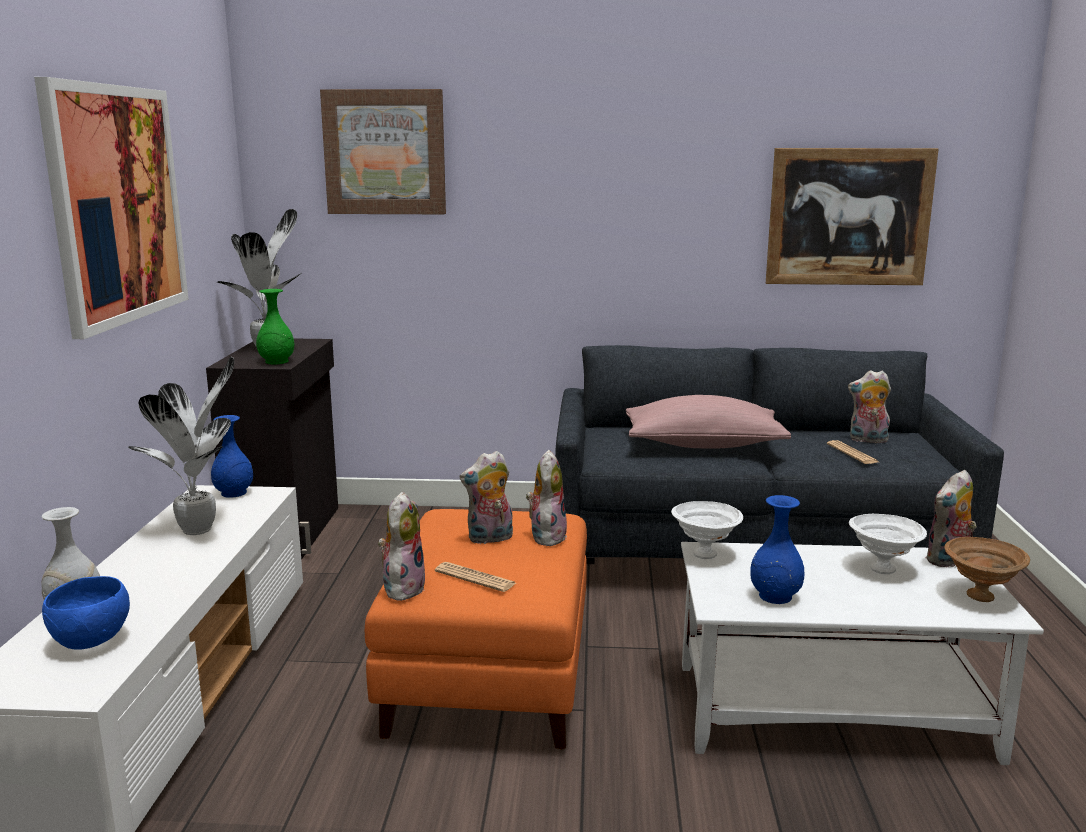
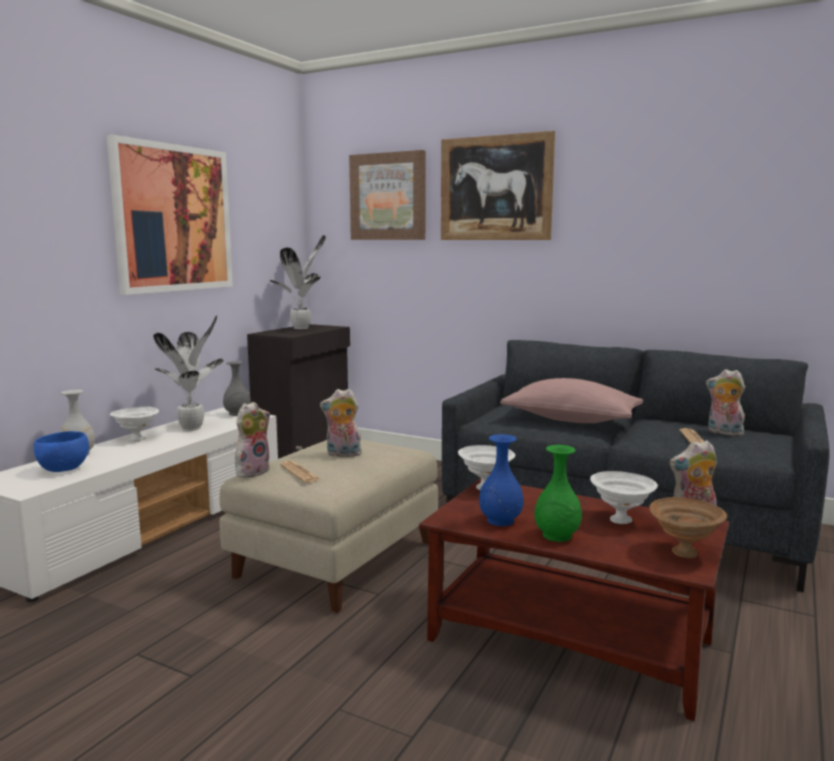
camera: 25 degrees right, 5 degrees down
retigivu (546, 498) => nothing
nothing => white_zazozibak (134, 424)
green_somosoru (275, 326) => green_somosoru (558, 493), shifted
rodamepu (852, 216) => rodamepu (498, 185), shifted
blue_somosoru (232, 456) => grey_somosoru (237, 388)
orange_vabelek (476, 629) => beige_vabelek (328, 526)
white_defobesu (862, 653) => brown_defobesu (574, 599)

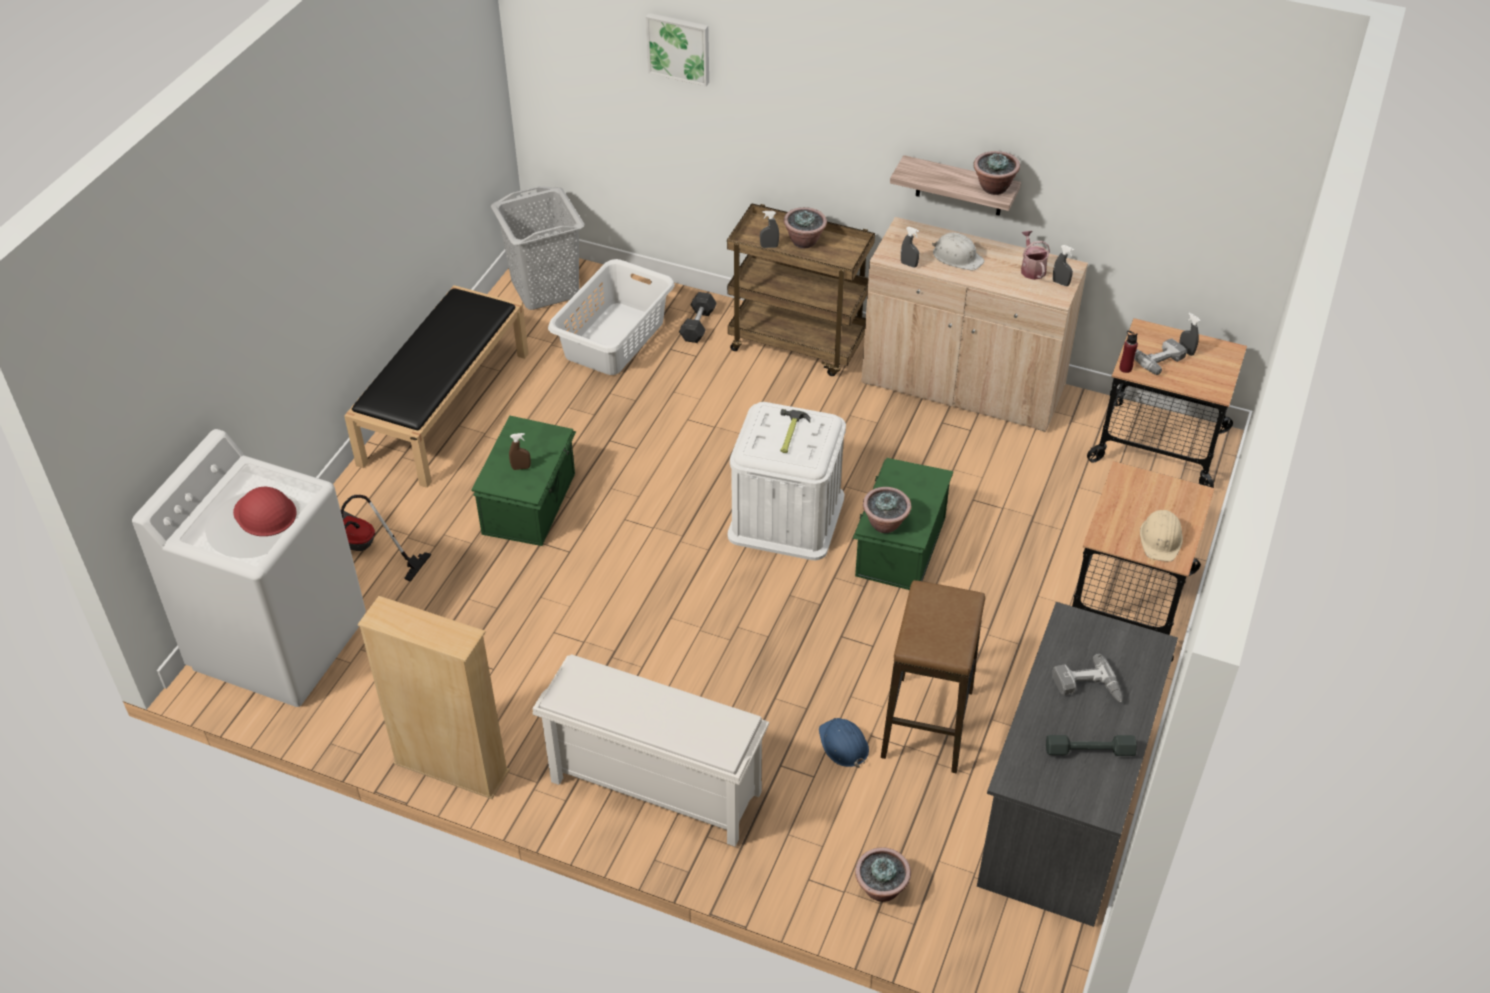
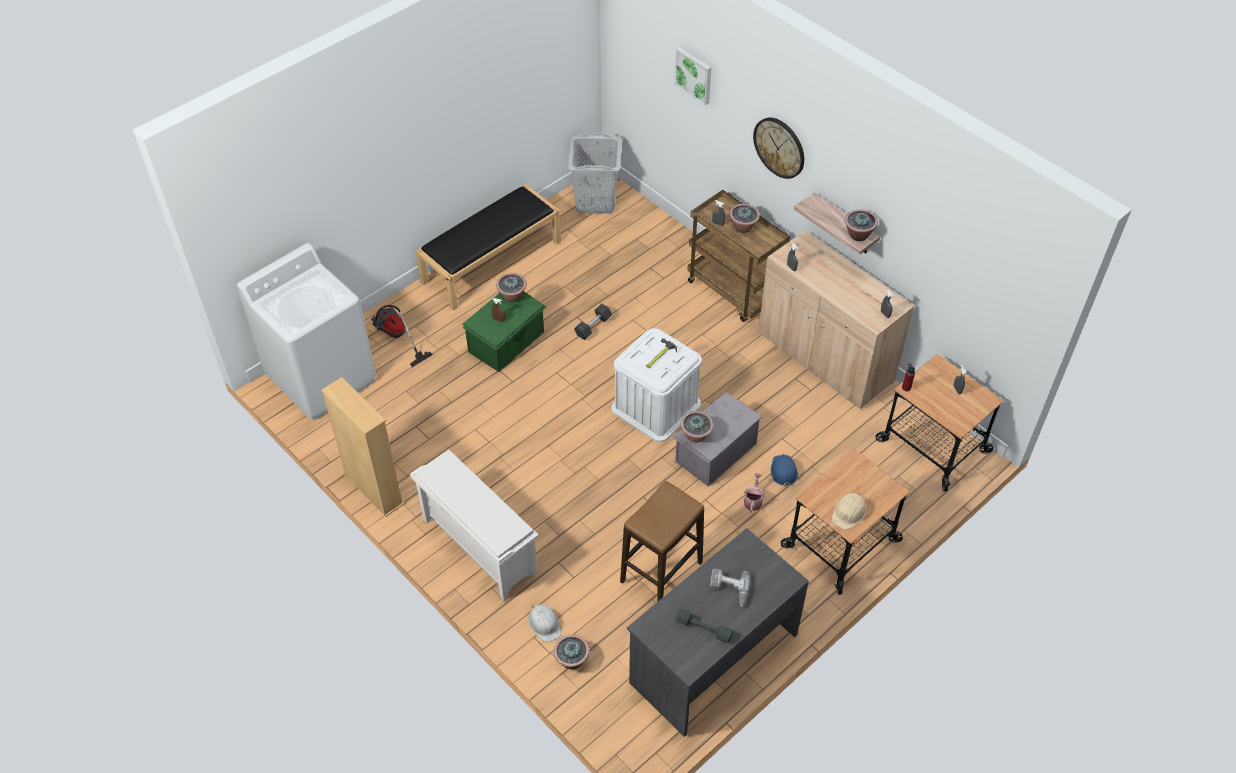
camera: 25 degrees right, 5 degrees up
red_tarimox (265, 511) => nothing
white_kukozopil (611, 317) => nothing
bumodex (1160, 356) => nothing
nothing => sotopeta (511, 287)
nothing => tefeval (778, 148)
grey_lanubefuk (698, 317) => grey_lanubefuk (593, 322), shifted
blue_tarimox (844, 743) => blue_tarimox (784, 470), shifted
white_tarimox (958, 251) => white_tarimox (544, 624), shifted
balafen (1035, 255) => balafen (754, 493), shifted
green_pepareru (902, 524) => grey_pepareru (717, 439)

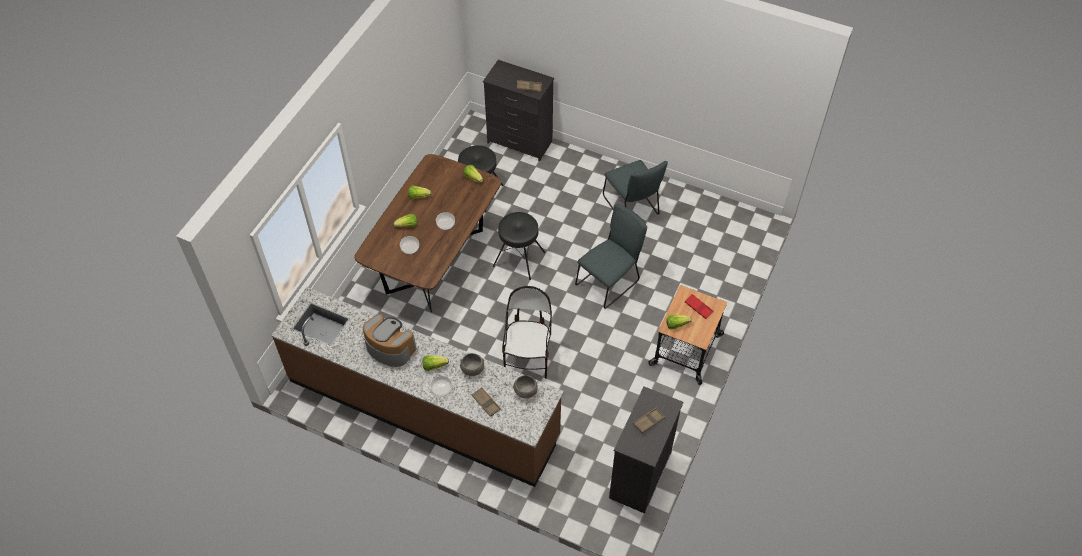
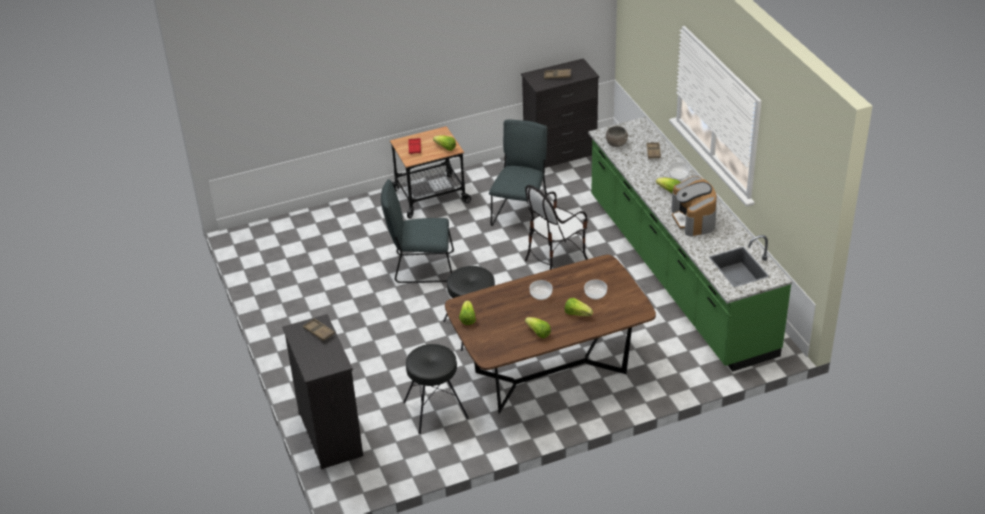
camera: 135 degrees left, 15 degrees down
grey_zazozibak (472, 364) => nothing
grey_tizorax (635, 187) => grey_tizorax (518, 176), shifted
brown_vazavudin (417, 387) => green_vazavudin (690, 244)

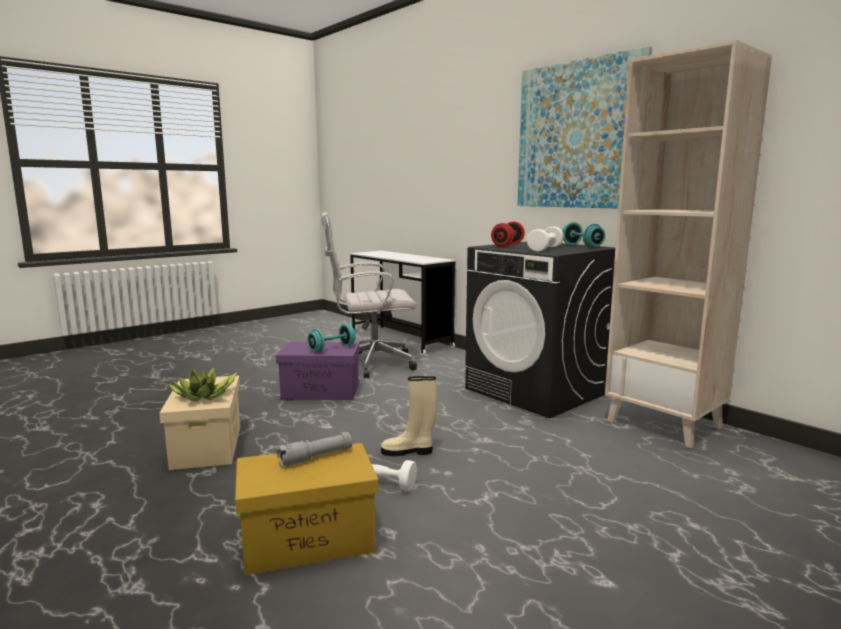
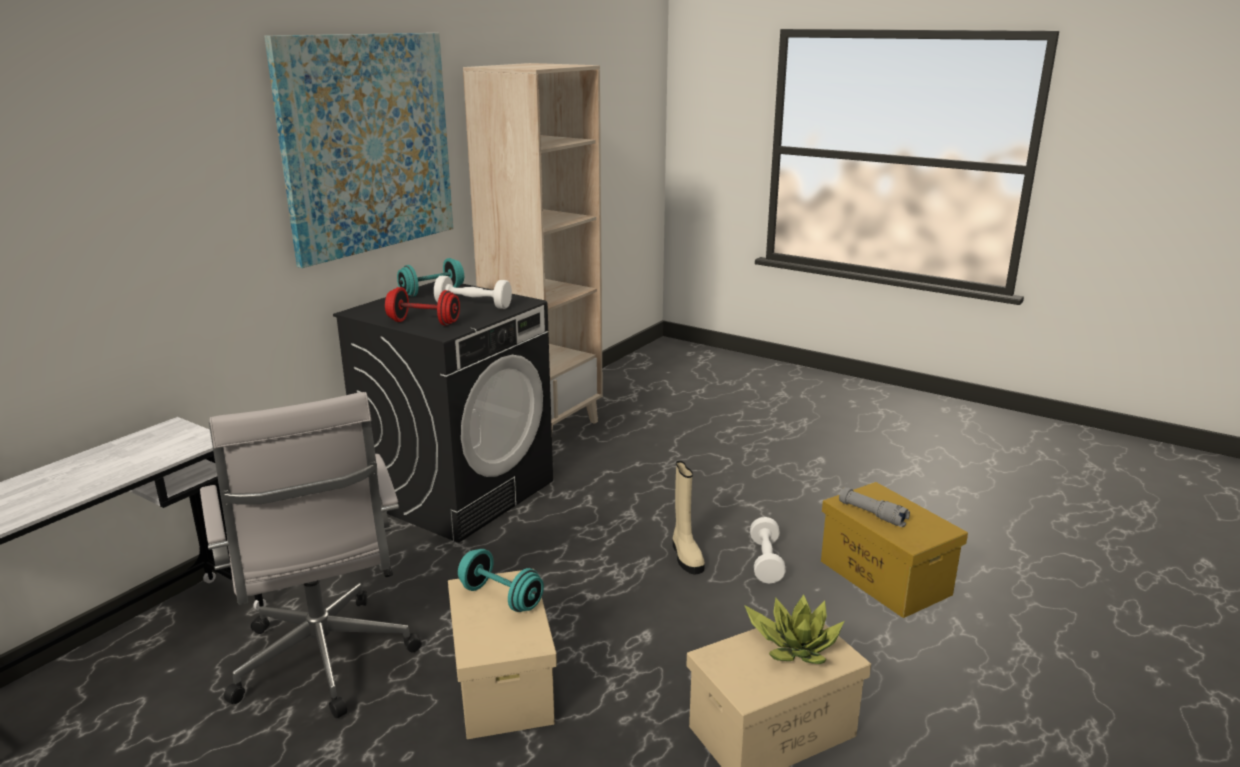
camera: 105 degrees left, 10 degrees up
purple_pepareru (318, 371) => beige_pepareru (502, 654)

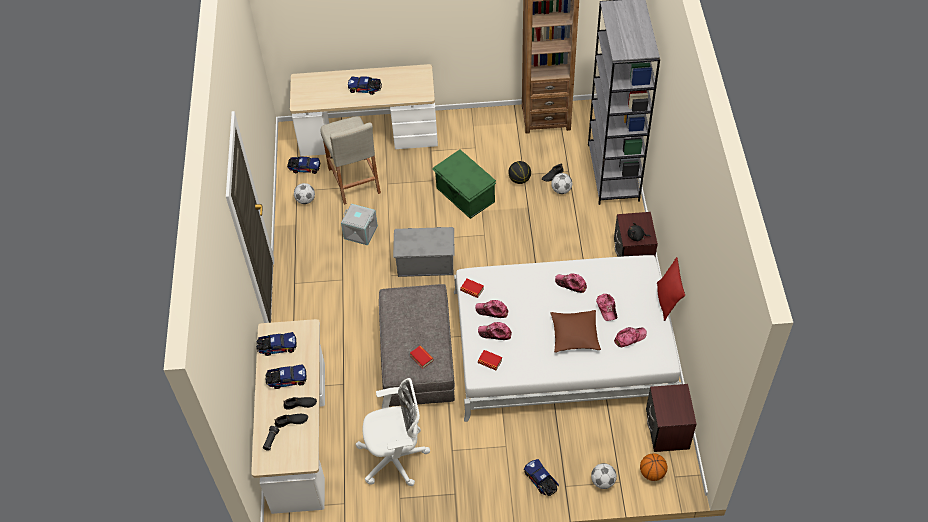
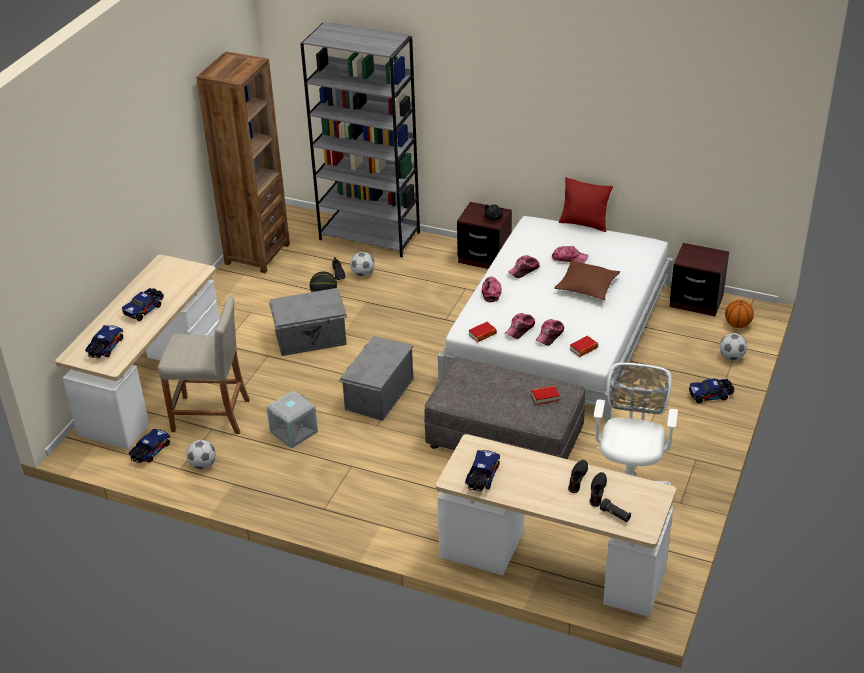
camera: 65 degrees left, 15 degrees down
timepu (285, 376) => timepu (104, 341), shifted
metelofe (630, 337) => metelofe (492, 289), shifted
green_pepareru (464, 184) => grey_pepareru (308, 322)

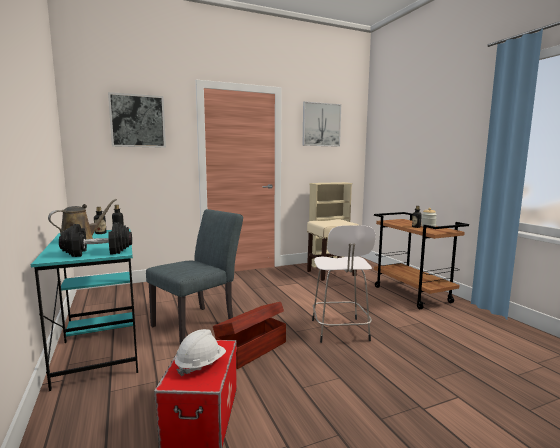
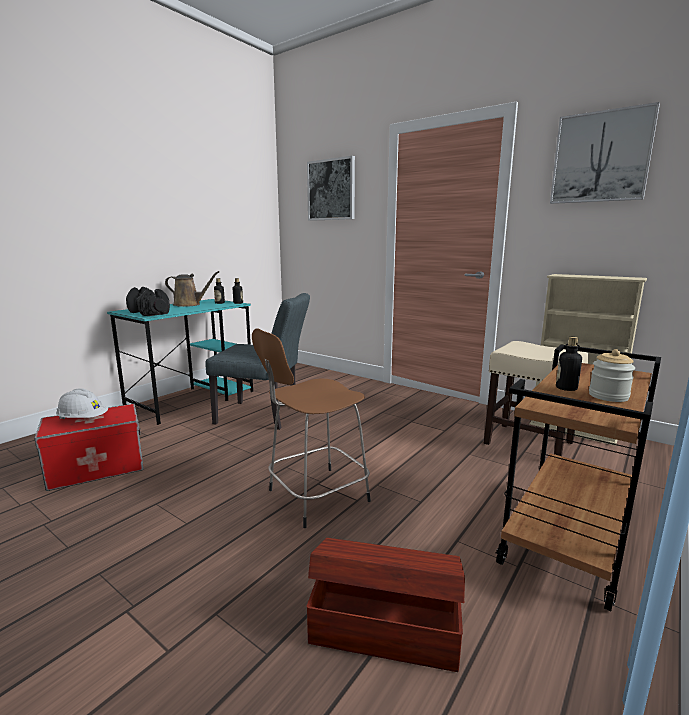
camera: 60 degrees right, 5 degrees up
brown_pepareru (249, 335) => brown_pepareru (385, 605), shifted
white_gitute (344, 284) => brown_gitute (311, 428)

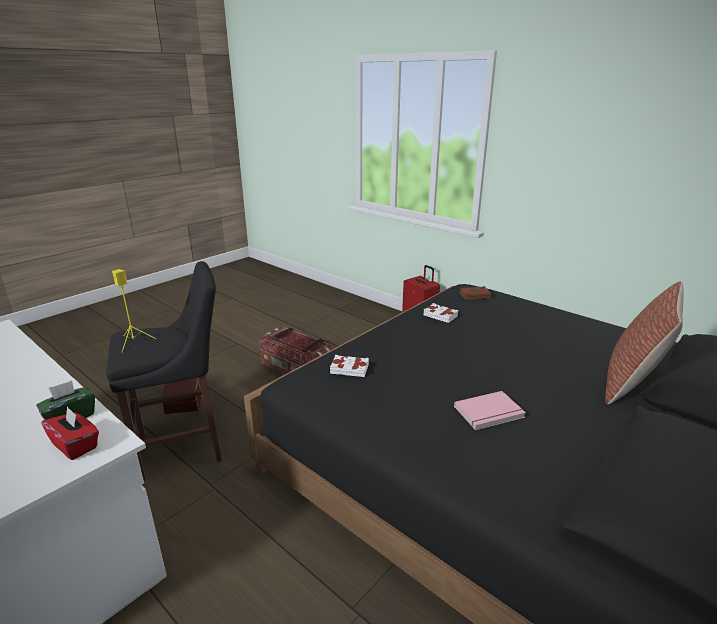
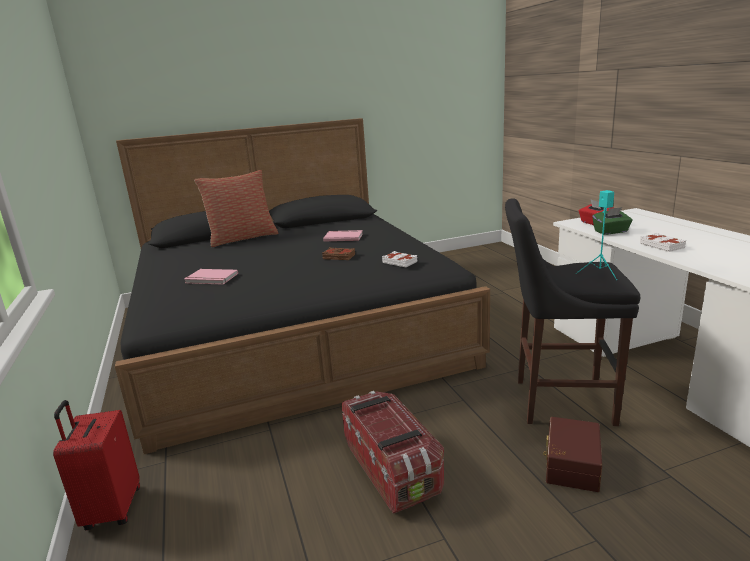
camera: 150 degrees left, 5 degrees down
nothing => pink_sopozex (211, 277)
white_sopozex (440, 313) => white_sopozex (663, 242), shifted
brown_sopozex (476, 293) => brown_sopozex (338, 253), shifted
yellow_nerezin (134, 311) => turquoise_nerezin (596, 235)

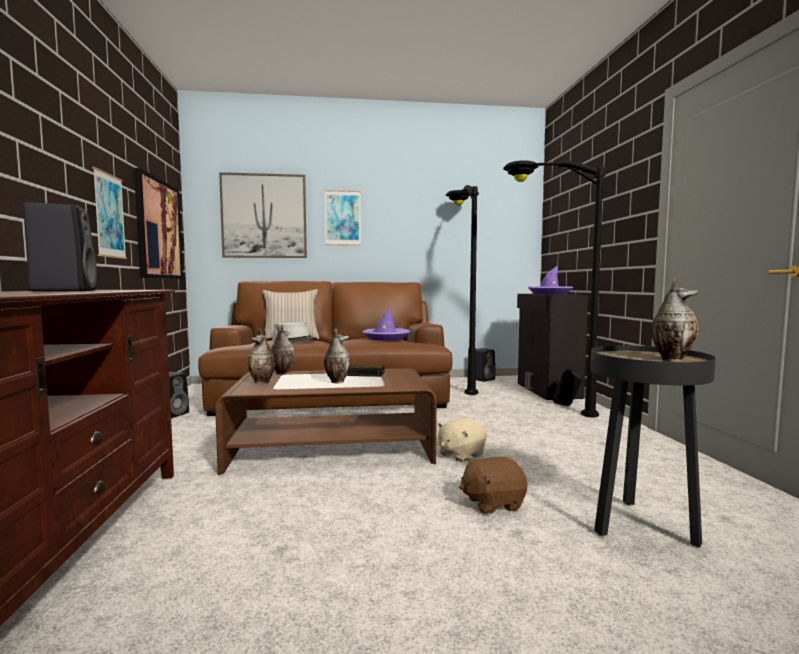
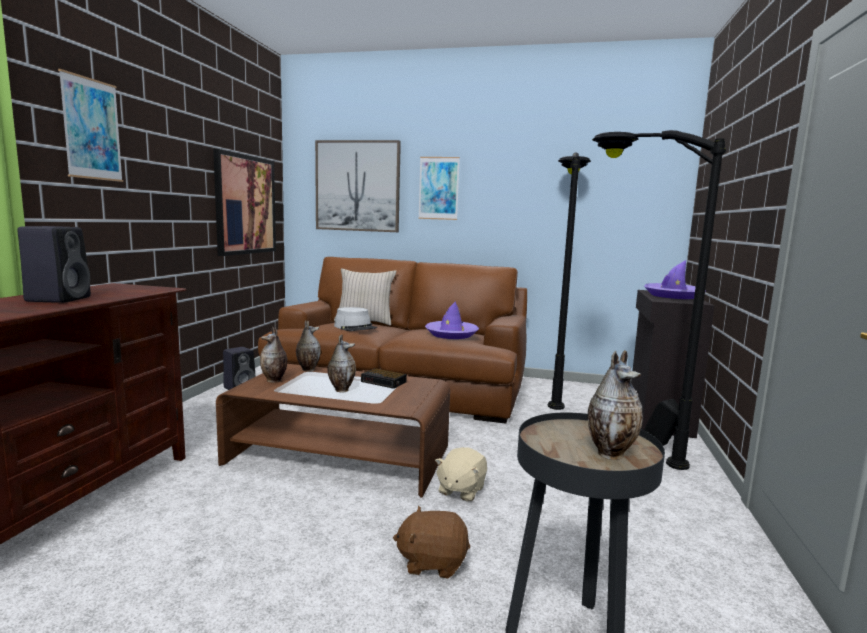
camera: 20 degrees right, 5 degrees up
black_nerezin (486, 365) => nothing
rodamepu (109, 213) => rodamepu (90, 125), shifted
beige_retigivu (462, 440) => beige_retigivu (461, 474), 45 degrees counterclockwise

